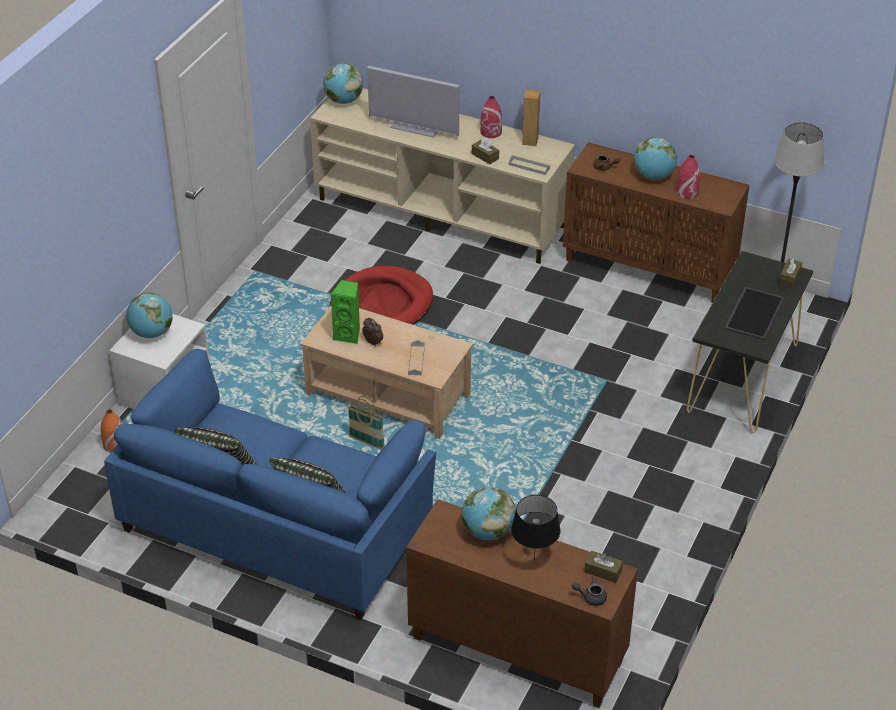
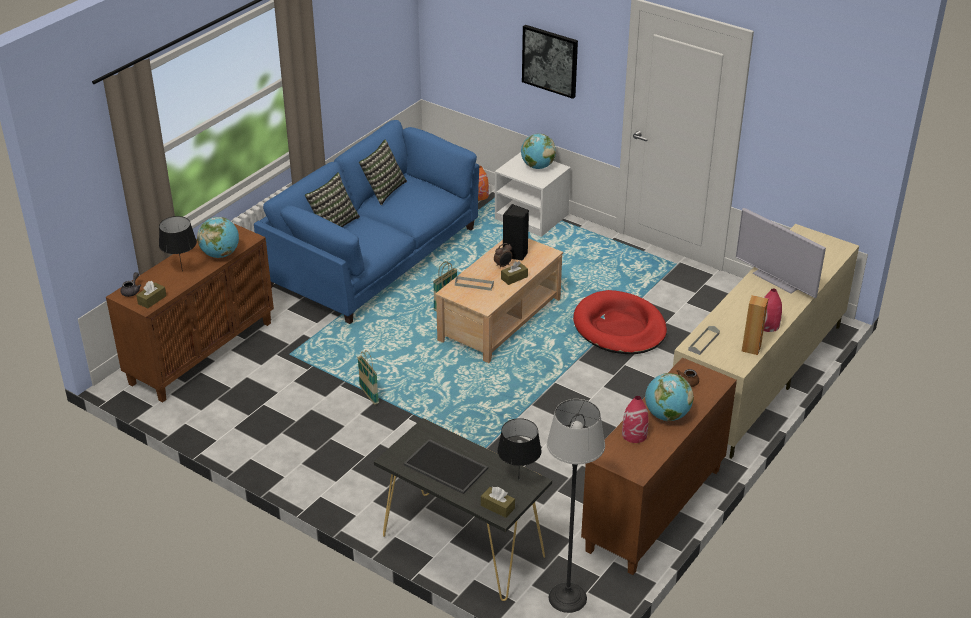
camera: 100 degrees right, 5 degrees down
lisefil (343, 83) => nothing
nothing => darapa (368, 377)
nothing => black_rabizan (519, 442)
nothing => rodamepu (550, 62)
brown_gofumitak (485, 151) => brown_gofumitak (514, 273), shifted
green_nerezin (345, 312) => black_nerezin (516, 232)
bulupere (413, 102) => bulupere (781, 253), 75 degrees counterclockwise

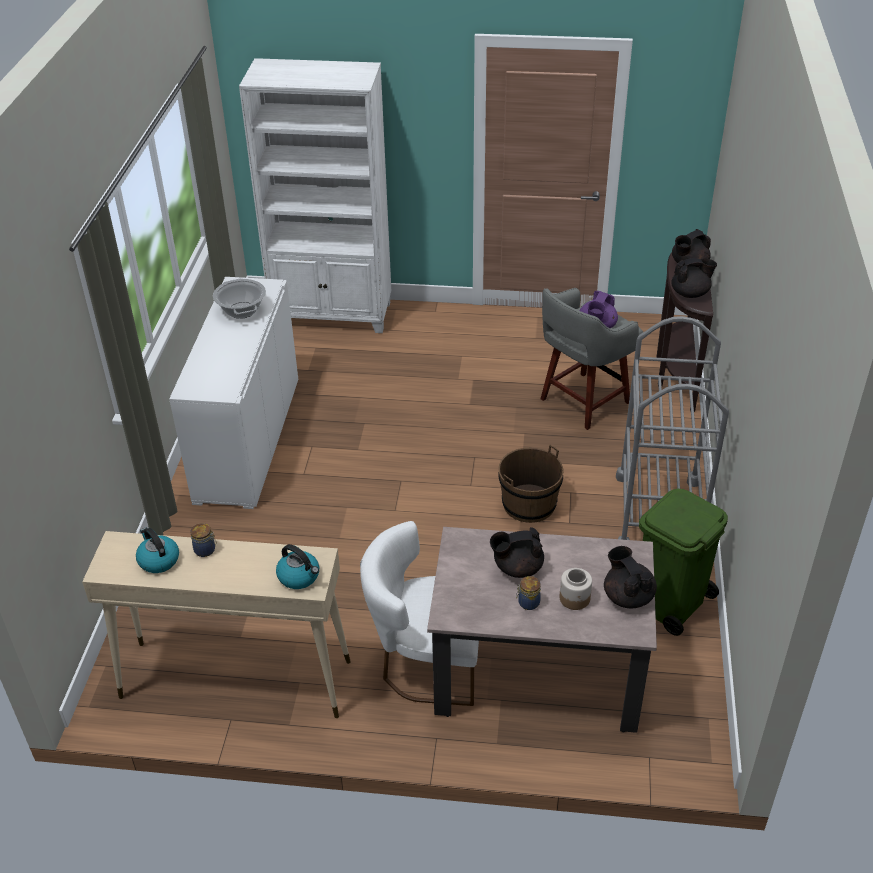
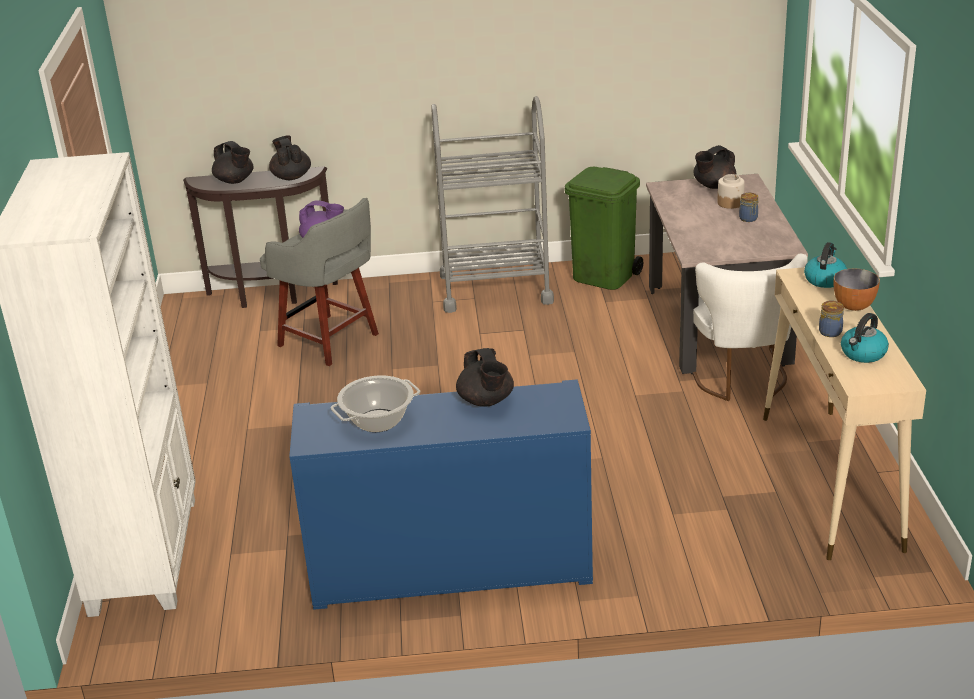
camera: 100 degrees left, 10 degrees down
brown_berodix (531, 484) => nothing
nothing => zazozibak (857, 289)
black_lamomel (517, 552) => black_lamomel (485, 377), shifted
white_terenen (233, 393) => blue_terenen (441, 494)

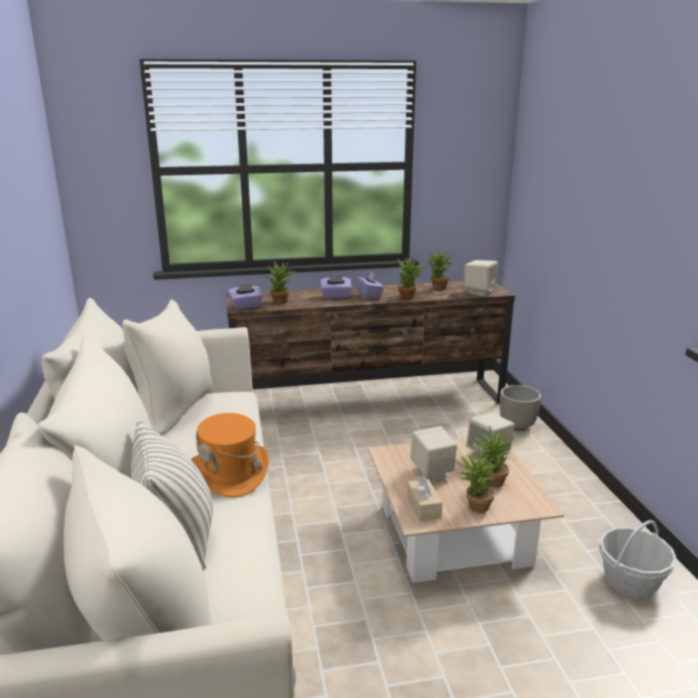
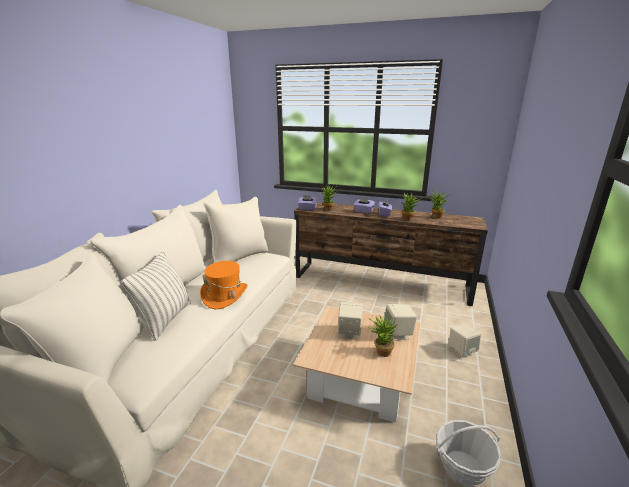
camera: 30 degrees right, 0 degrees up
beige_gofumitak (425, 498) => nothing
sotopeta (477, 480) => nothing
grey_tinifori (520, 408) => nothing
beige_nerezin (481, 278) => beige_nerezin (465, 341), shifted

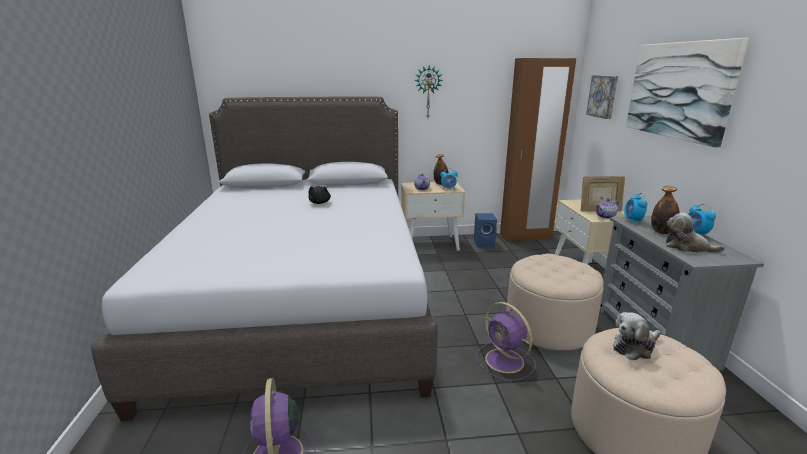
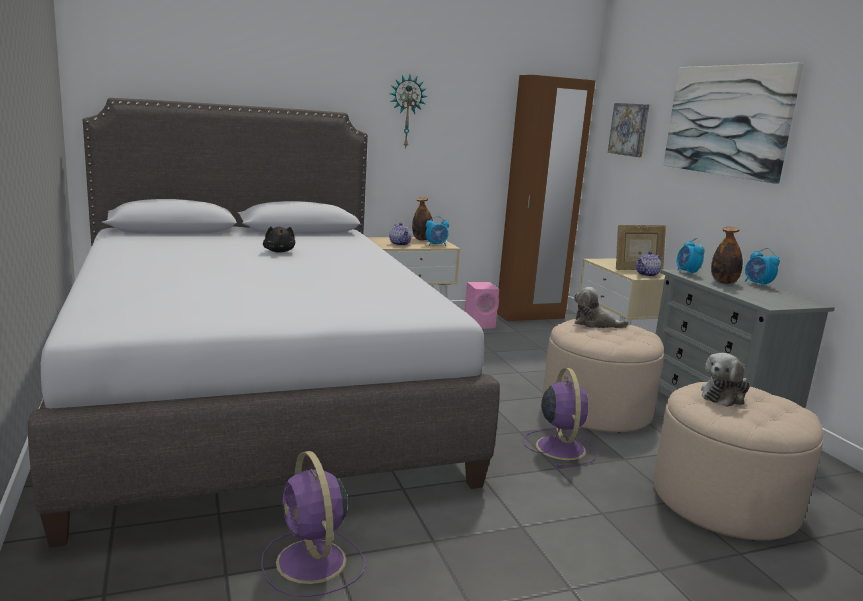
camera: 15 degrees left, 5 degrees down
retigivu (695, 233) => retigivu (601, 307), shifted
blue_nerezin (485, 230) => pink_nerezin (482, 305)
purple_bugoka (506, 341) => purple_bugoka (560, 417), 135 degrees counterclockwise

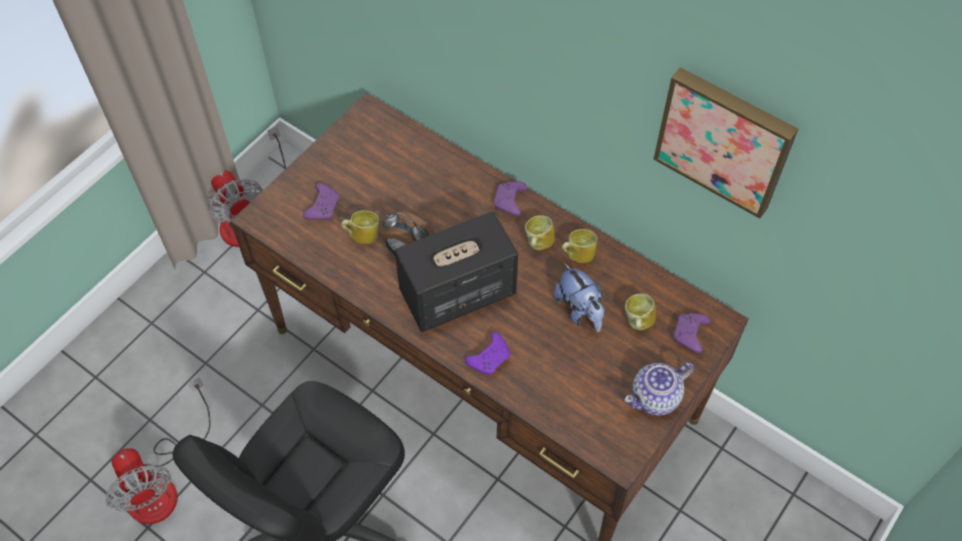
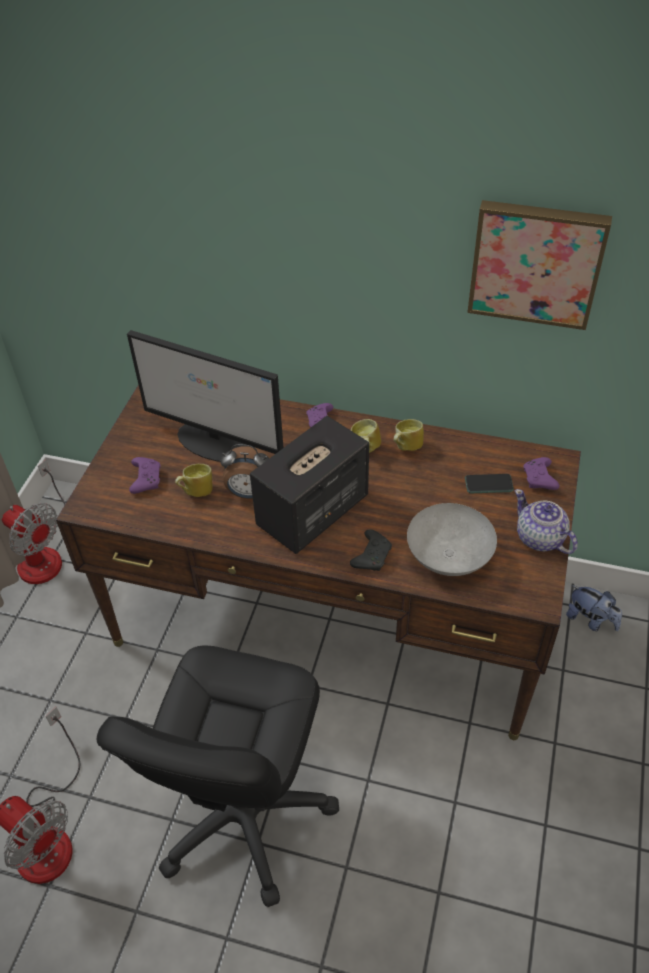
camera: 20 degrees left, 10 degrees down
nothing => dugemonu (205, 396)
nothing => grey_zazozibak (452, 539)
retigivu (579, 297) => retigivu (594, 608), shifted
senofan (640, 312) => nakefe (489, 483)
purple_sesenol (487, 354) => black_sesenol (371, 550)
lamomel (659, 389) => lamomel (546, 521), 105 degrees clockwise

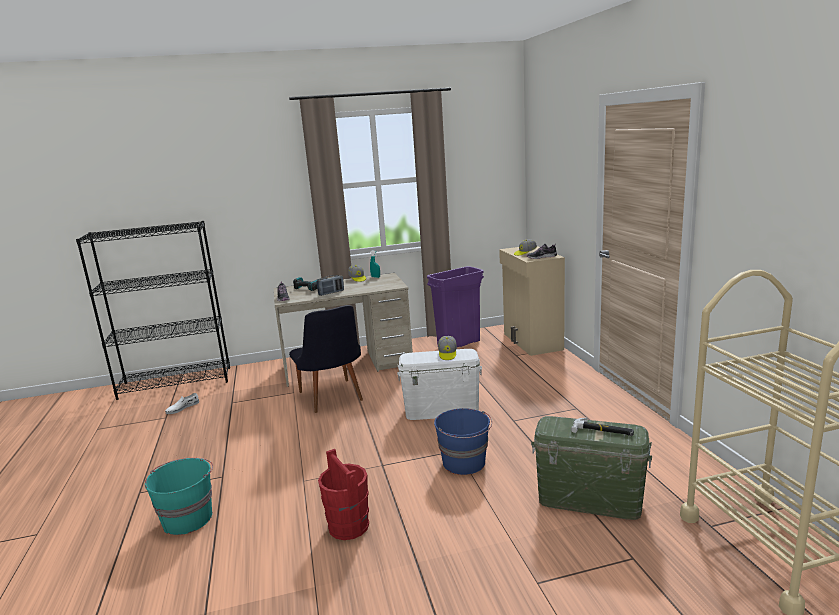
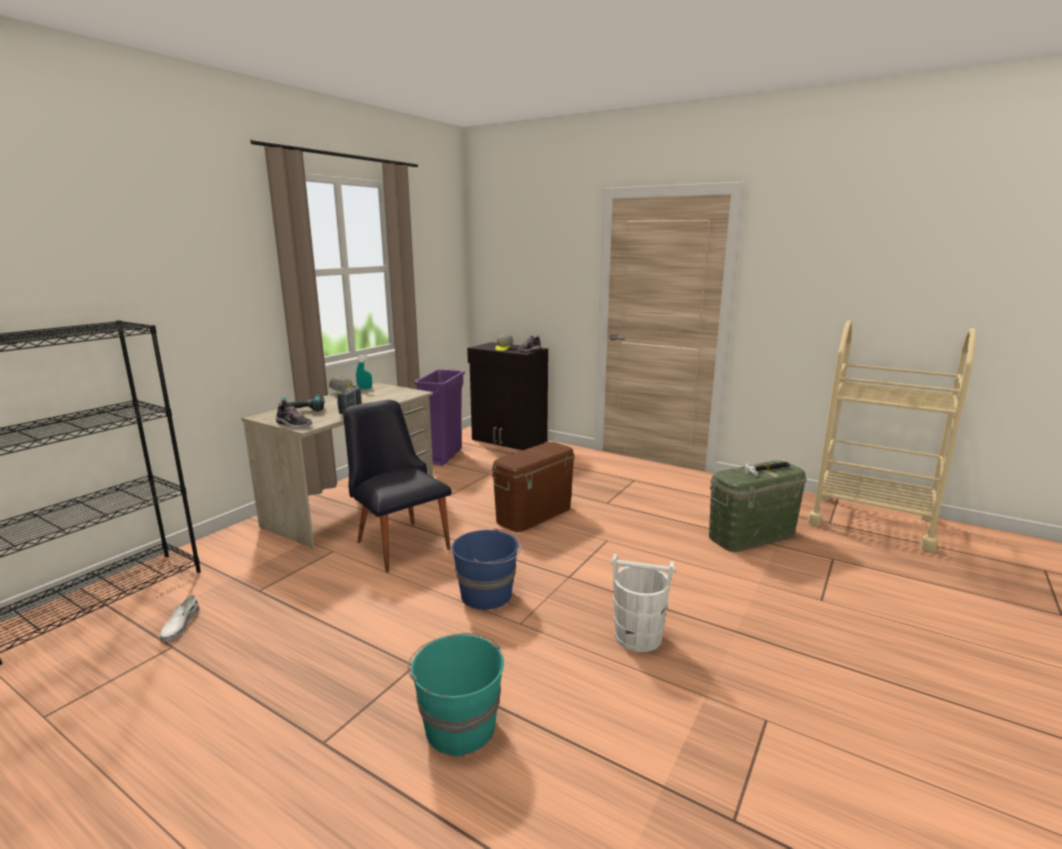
camera: 45 degrees left, 0 degrees up
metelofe (447, 348) => nothing
blue_berodix (463, 441) => blue_berodix (487, 569), shifted
red_berodix (343, 494) => white_berodix (643, 603)
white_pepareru (439, 384) => brown_pepareru (533, 487)
beige_terenen (532, 301) => black_terenen (507, 396)
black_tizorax (326, 359) => black_tizorax (397, 486), 150 degrees counterclockwise

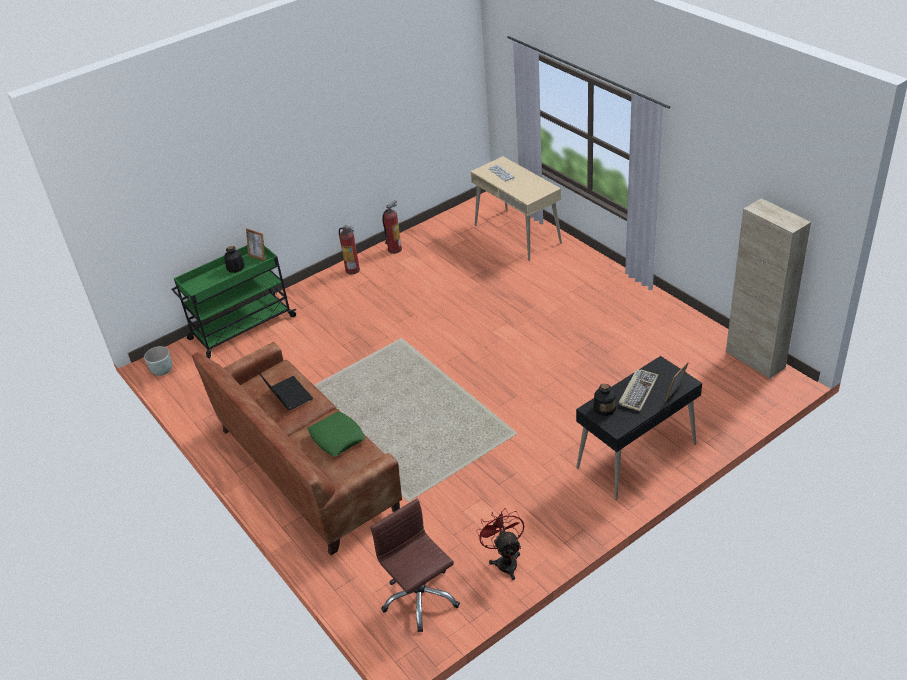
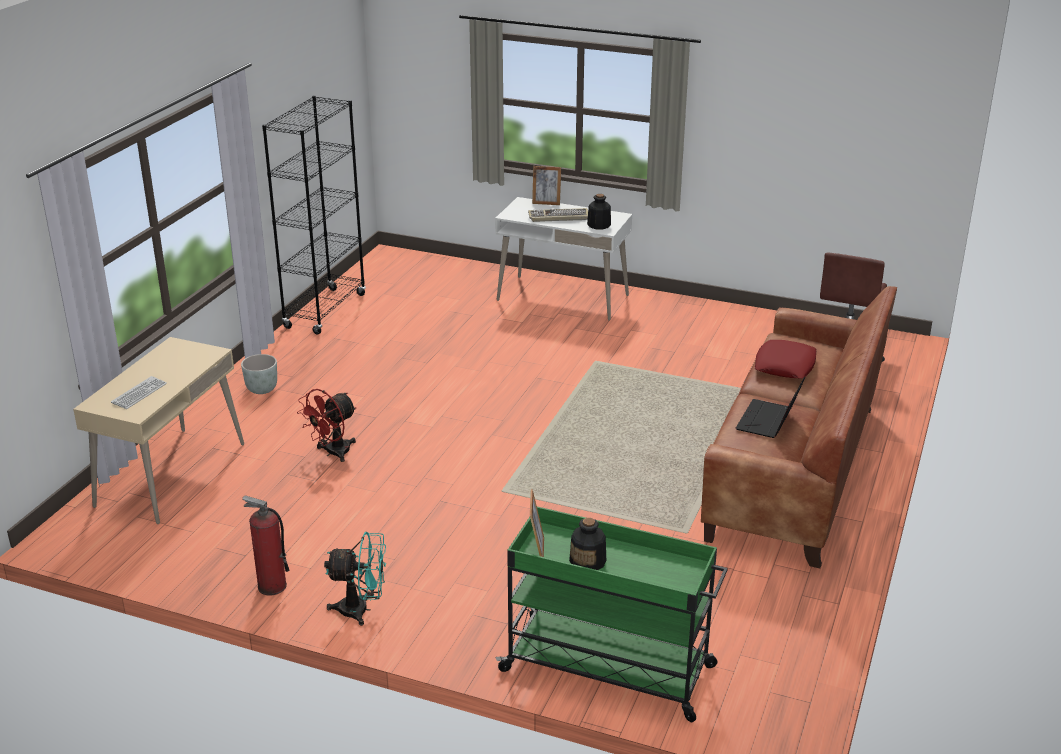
camera: 125 degrees left, 10 degrees down
beige_terenen (768, 288) => nothing
nothing => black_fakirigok (314, 215)
grey_tinifori (158, 361) => grey_tinifori (259, 374), shifted
red_bugoka (500, 544) => red_bugoka (327, 425), shifted
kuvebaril (349, 250) => turquoise_bugoka (355, 579)
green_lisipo (336, 434) => red_lisipo (786, 359)
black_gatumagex (639, 428) => white_gatumagex (563, 259)

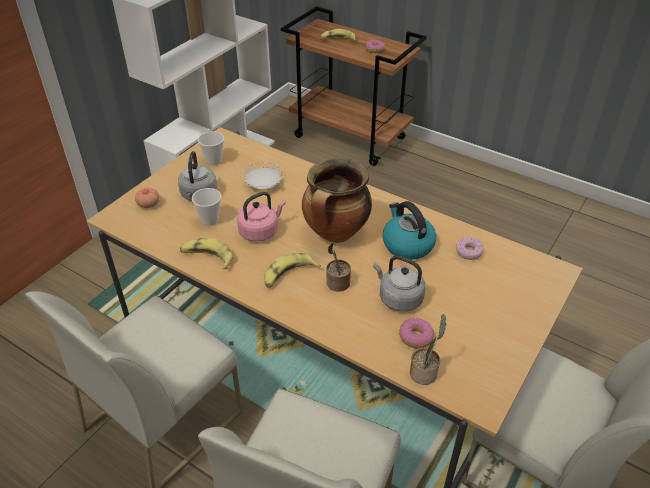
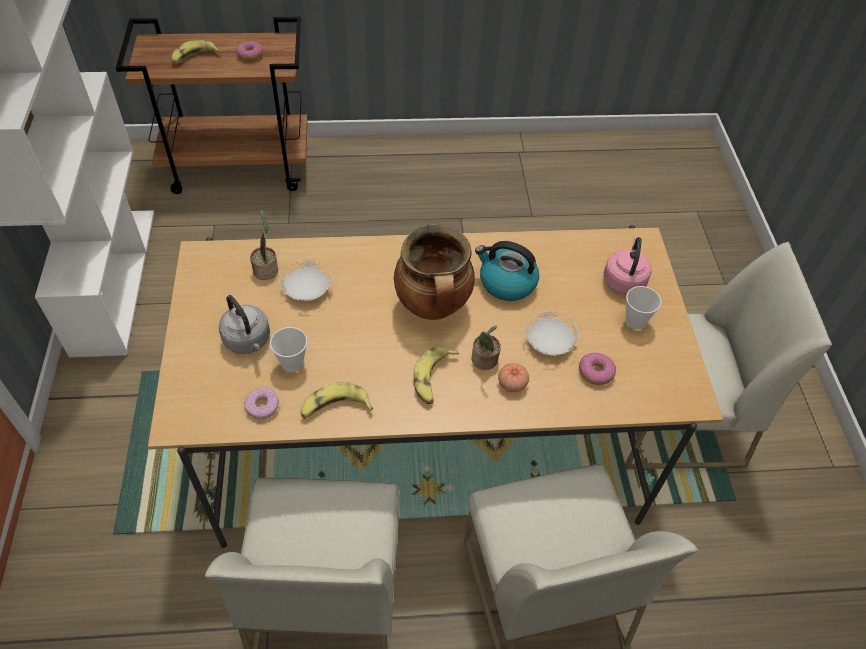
camera: 40 degrees left, 10 degrees up
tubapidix (147, 198) => tubapidix (513, 377), shifted
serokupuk (211, 148) => serokupuk (644, 307), shifted
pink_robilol (261, 217) => pink_robilol (628, 266), shifted
sotopeta (428, 349) => sotopeta (264, 245), shifted
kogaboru (470, 248) => kogaboru (261, 403), shifted
grey_robilol (399, 284) => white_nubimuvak (552, 333)

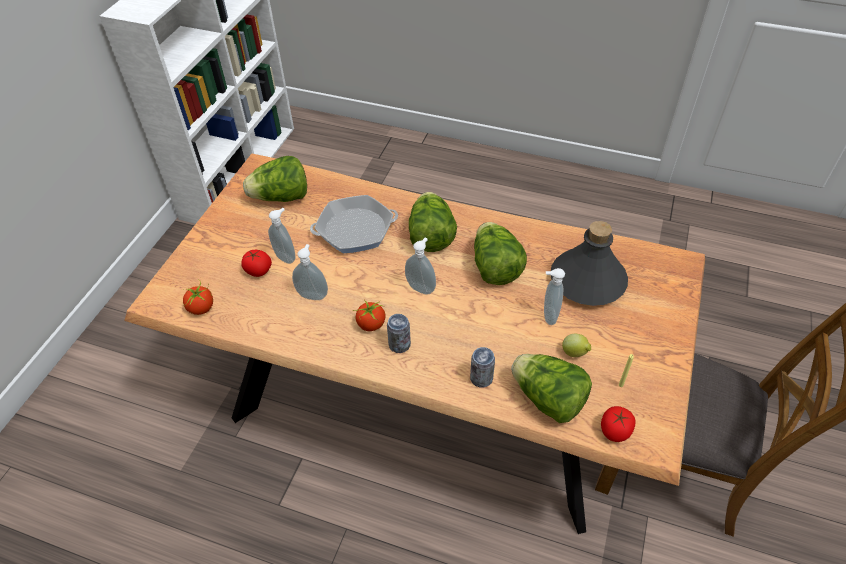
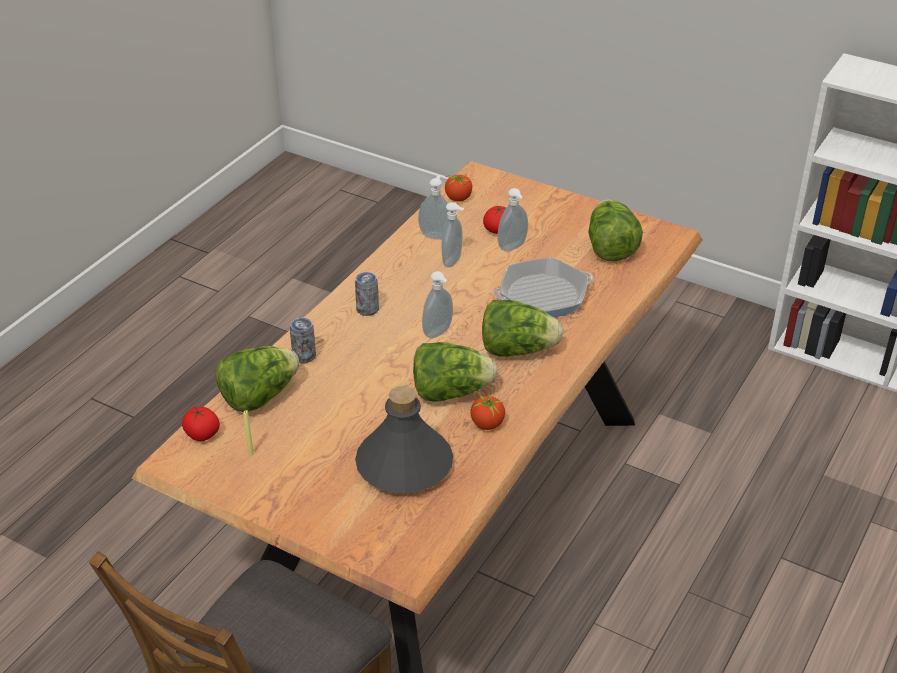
camera: 100 degrees right, 10 degrees down
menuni (576, 345) => nothing
tubapidix (368, 316) => tubapidix (487, 409), shifted
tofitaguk (554, 296) => tofitaguk (433, 207), shifted
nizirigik (354, 224) => nizirigik (544, 287), 105 degrees counterclockwise

